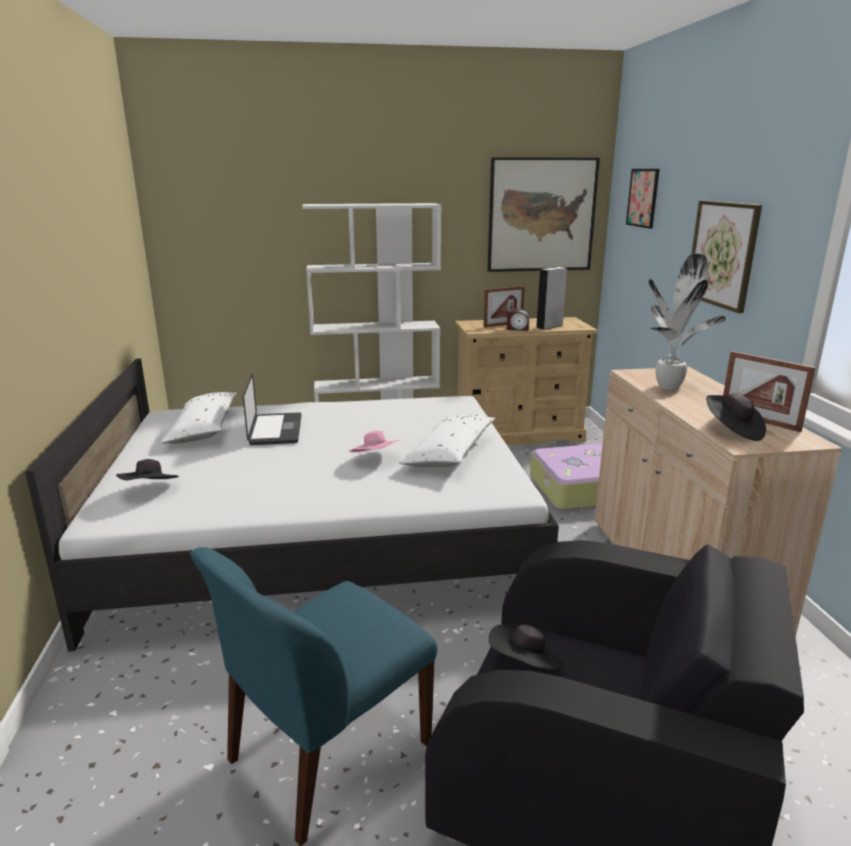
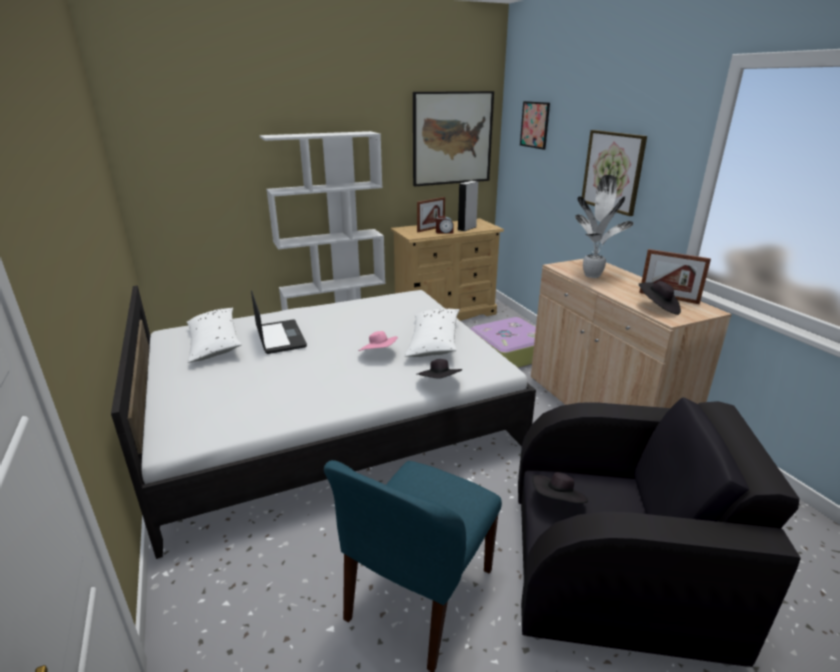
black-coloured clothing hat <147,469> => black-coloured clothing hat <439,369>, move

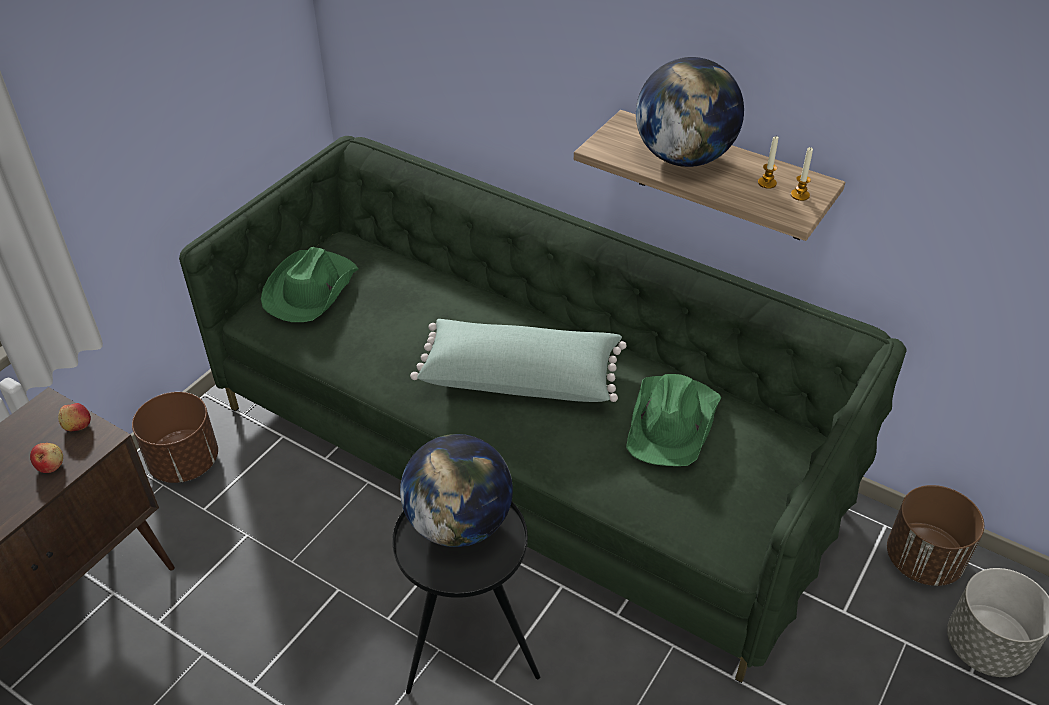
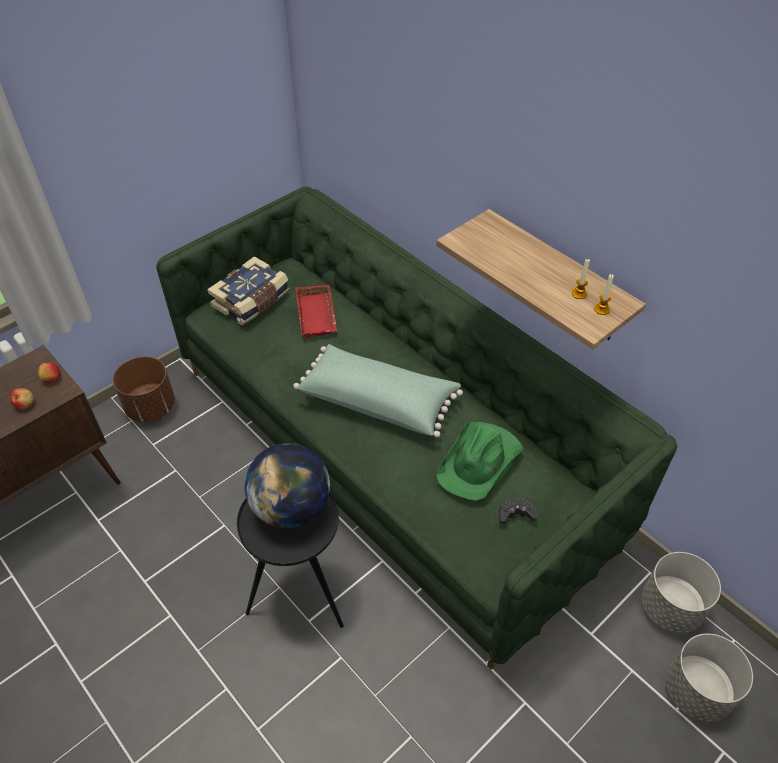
green clothing hat <310,284> => book <248,291>
desk globe <690,112> => nothing
brownish planter <935,535> => grey planter <681,592>
nothing => reddish tray <316,311>
nothing => black-coloured gamepad <518,511>

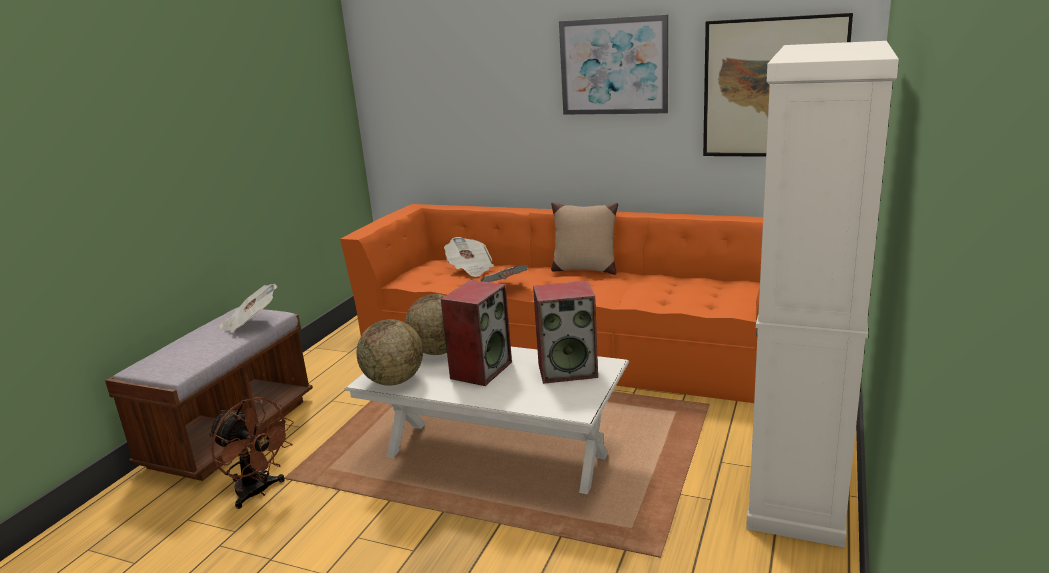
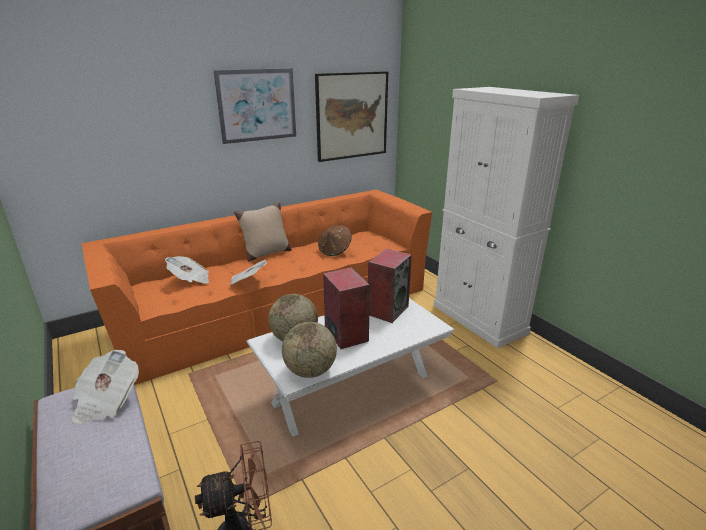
nothing => brownish clothing hat <335,240>

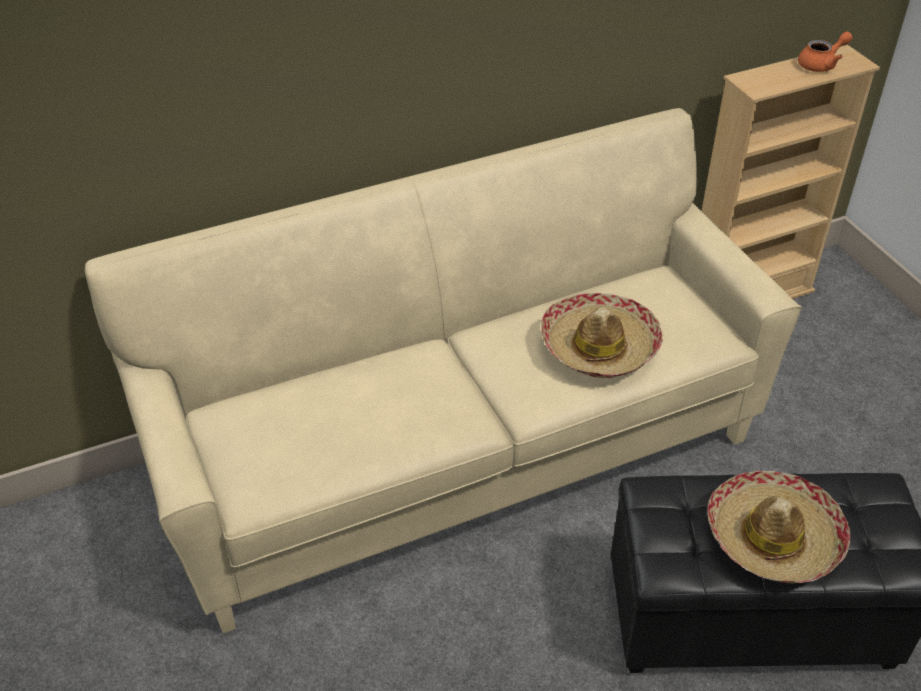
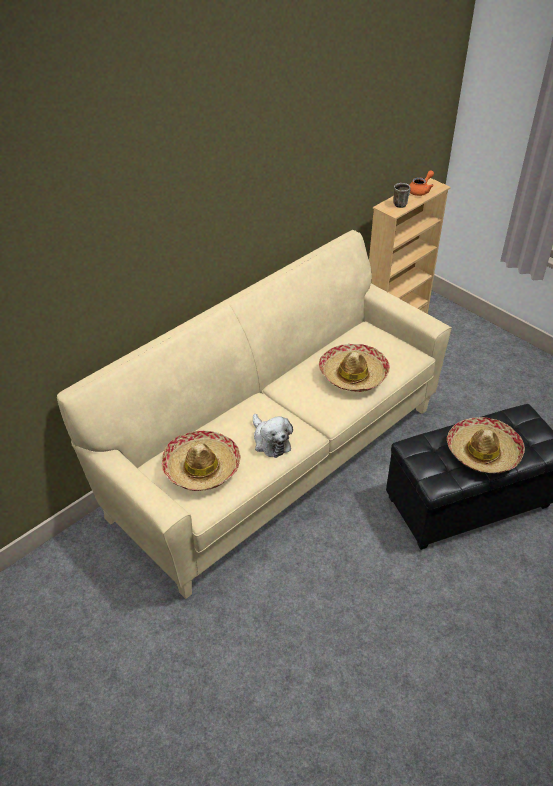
nothing => clothing hat <201,461>
nothing => plush toy <273,436>
nothing => coffee mug <402,195>

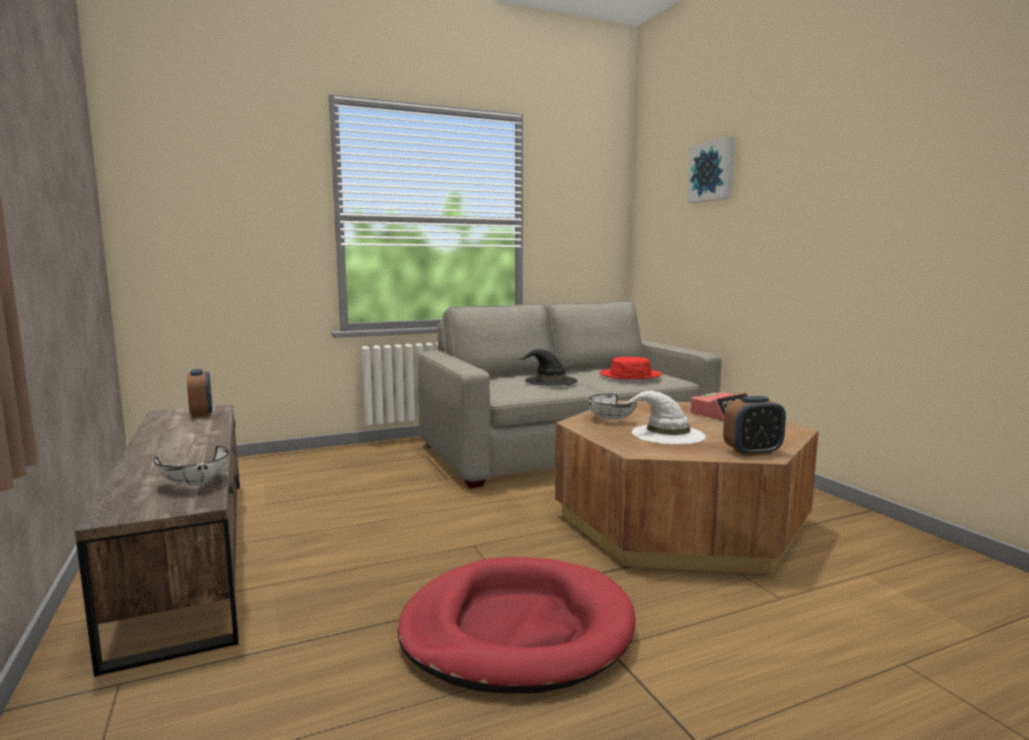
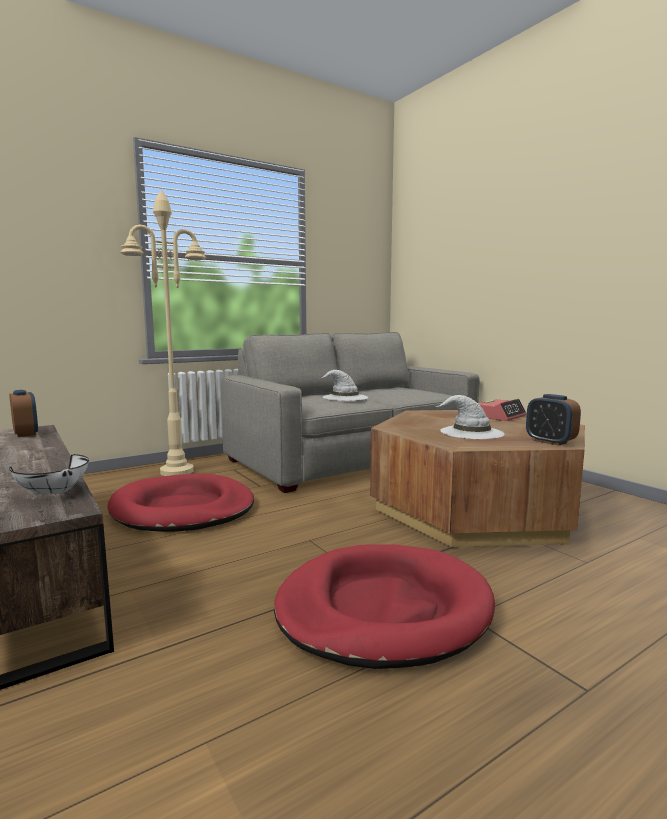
black-coloured clothing hat <548,367> => white-coloured clothing hat <343,385>
white-coloured deep dish <612,407> => nothing
reddish clothing hat <631,368> => nothing
picture <711,169> => nothing
table clock <754,426> => table clock <553,420>, 75 degrees clockwise
nothing => reddish dog bed <180,503>
nothing => sand-coloured floor lamp <163,333>

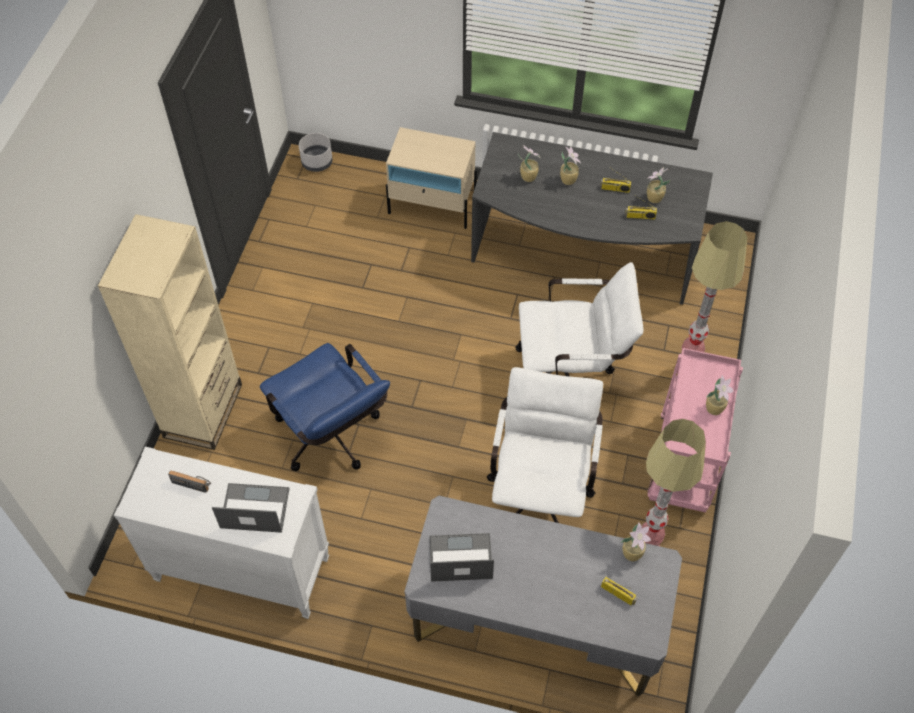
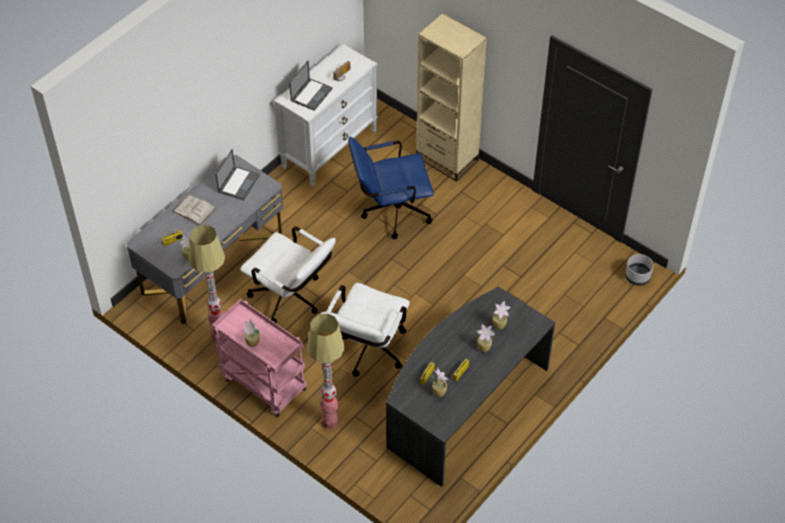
sand-coloured night table <431,178> => nothing
nothing => white-coloured book <194,210>

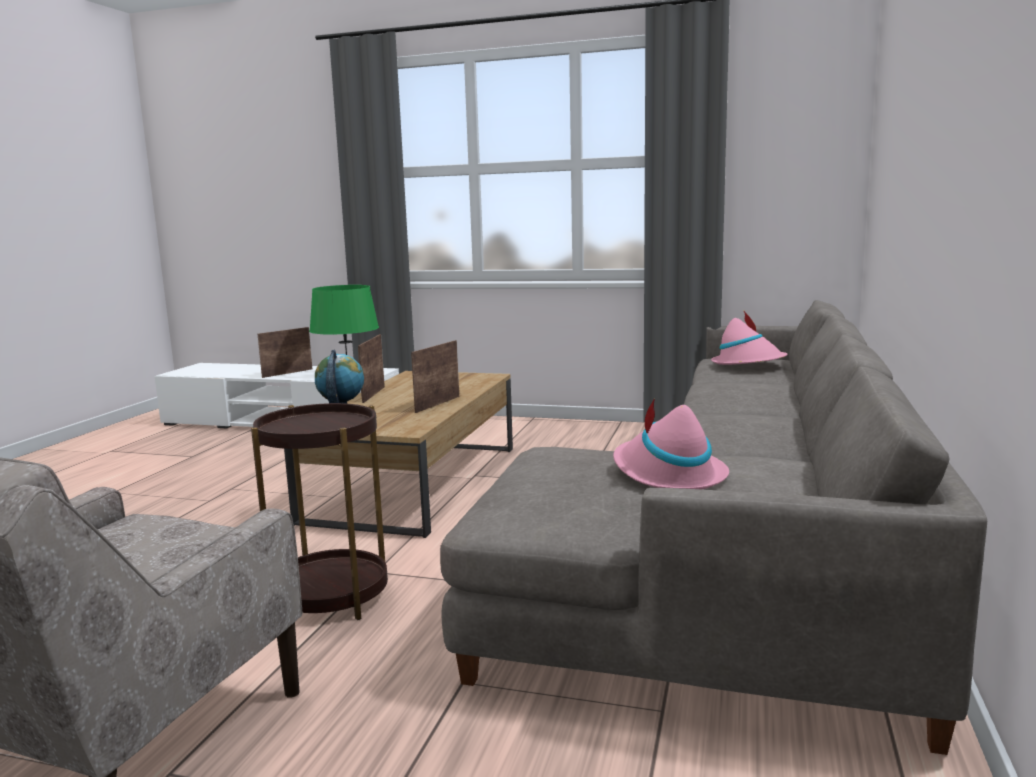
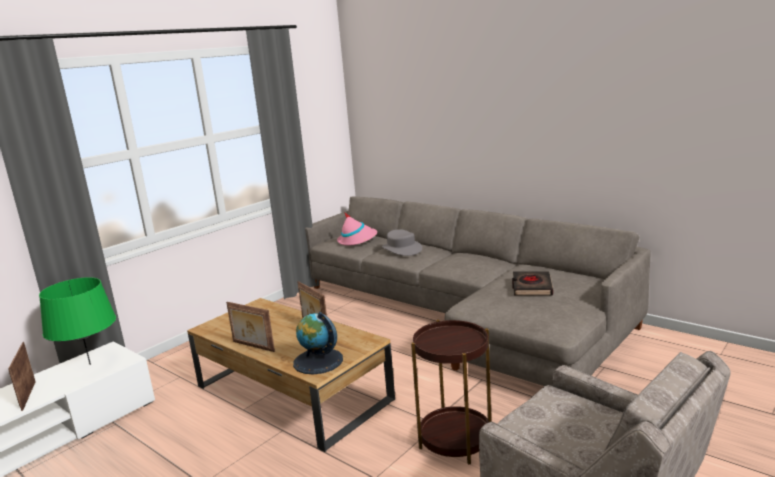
pinkish clothing hat <671,443> => black-coloured book <532,283>
nothing => grey clothing hat <402,242>

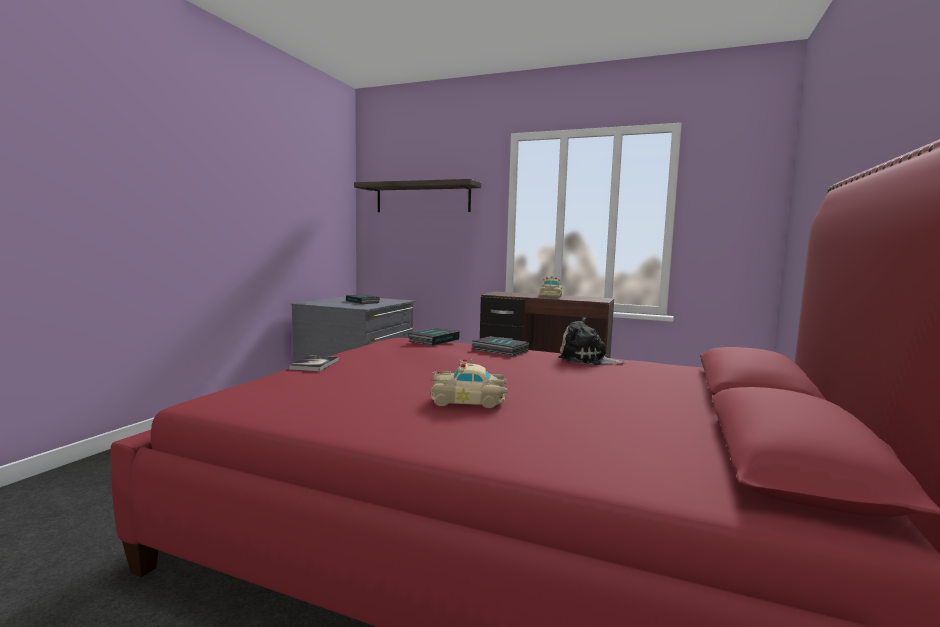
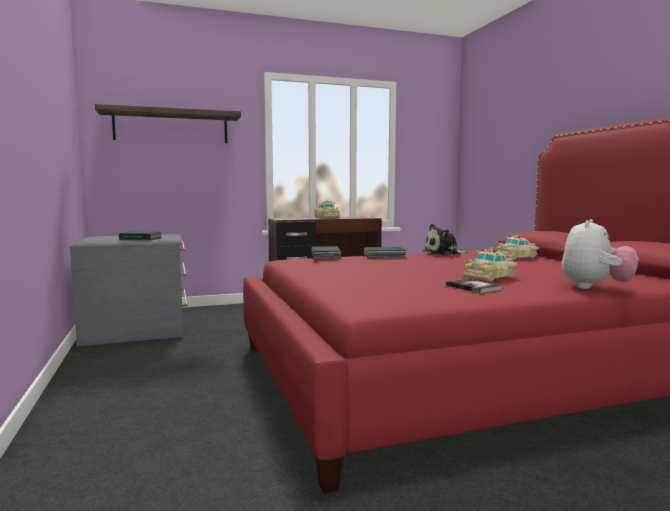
book <313,363> => book <474,286>, move
nothing => sand-coloured model car <517,247>
nothing => plush toy <600,254>

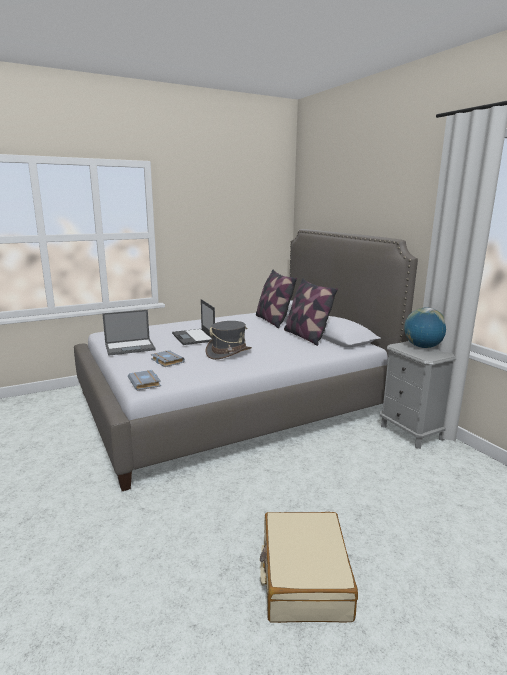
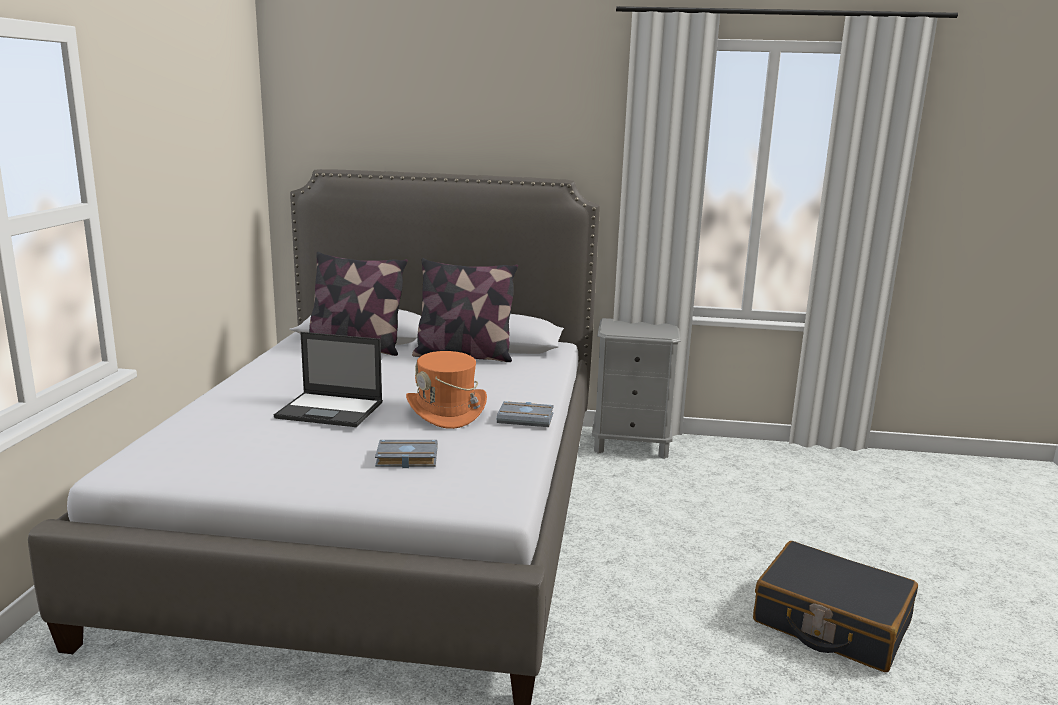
portable computer <128,333> => nothing
grey book <144,380> => grey book <525,414>, move
grey clothing hat <229,340> => orangey clothing hat <446,390>
sand-coloured suitcase <309,567> => black-coloured suitcase <835,606>
desk globe <425,327> => nothing

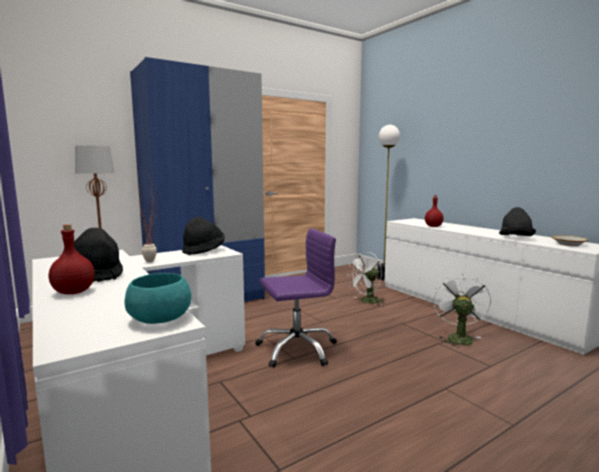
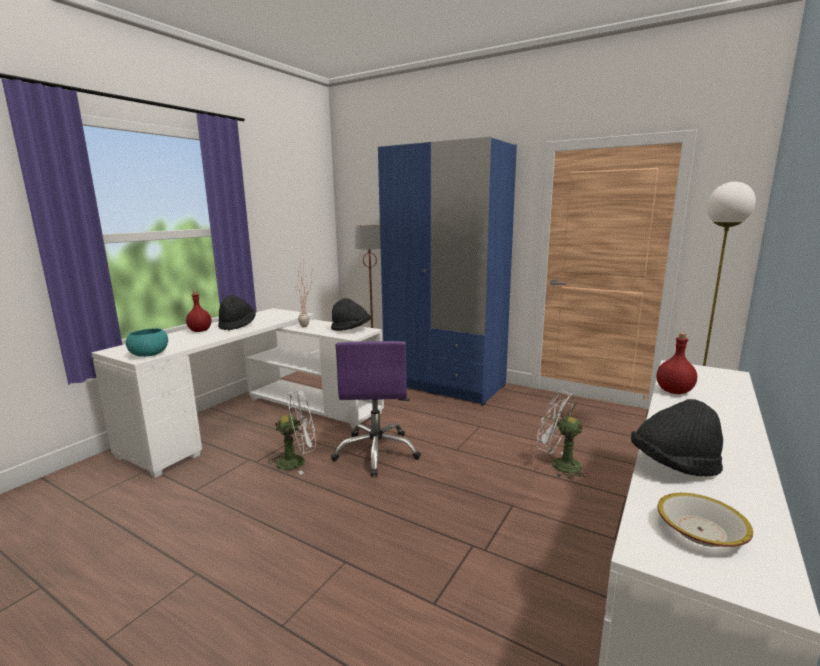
purple desk chair <296,298> => purple desk chair <376,409>, 45 degrees clockwise
white-coloured cooling fan <462,311> => white-coloured cooling fan <292,432>, move

